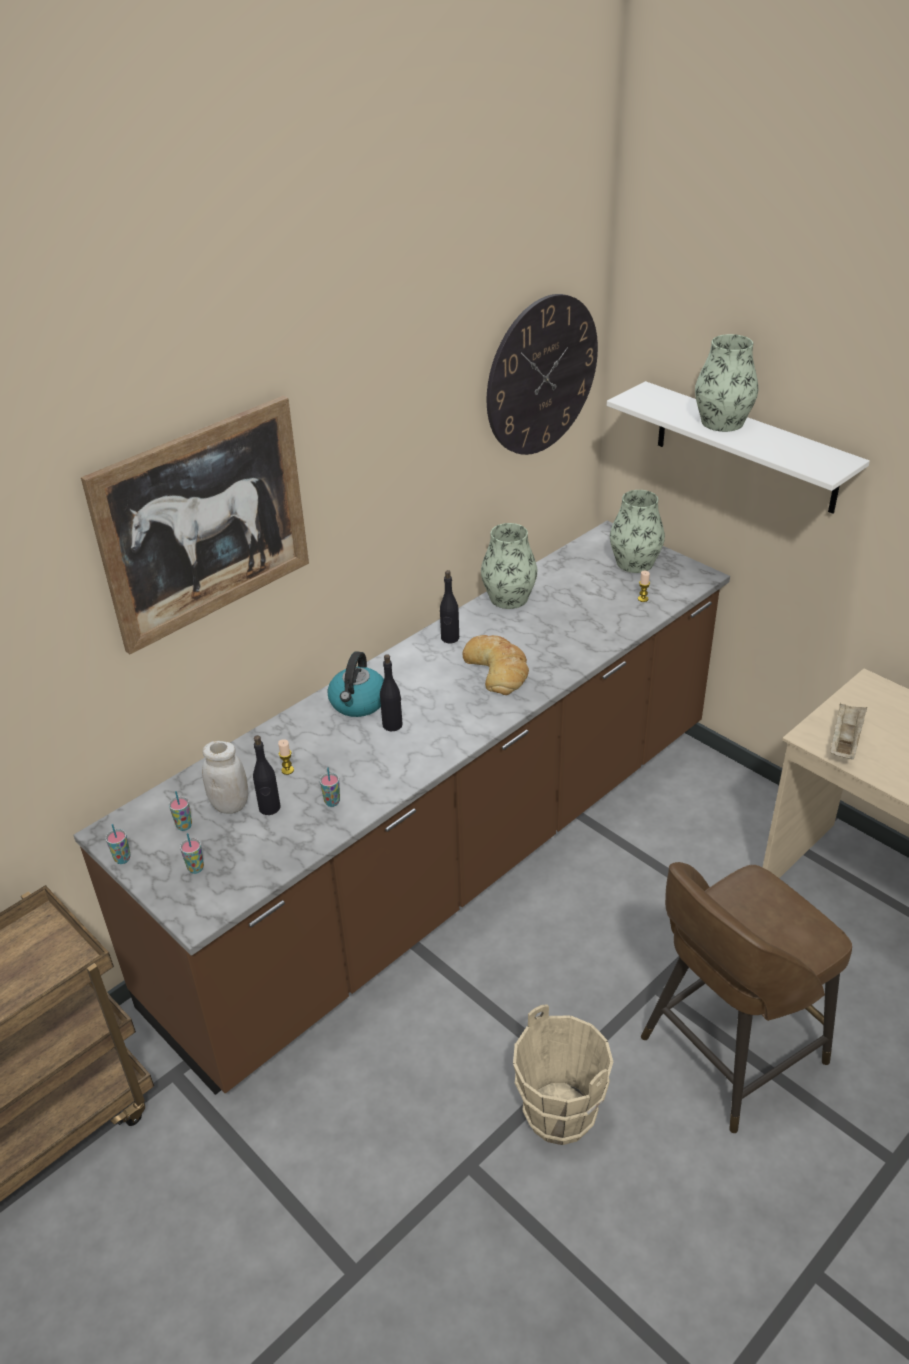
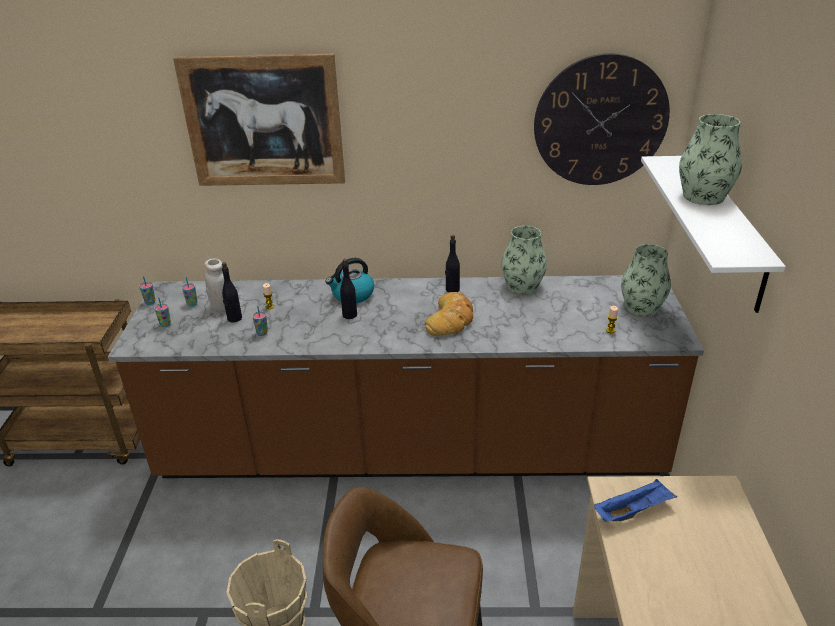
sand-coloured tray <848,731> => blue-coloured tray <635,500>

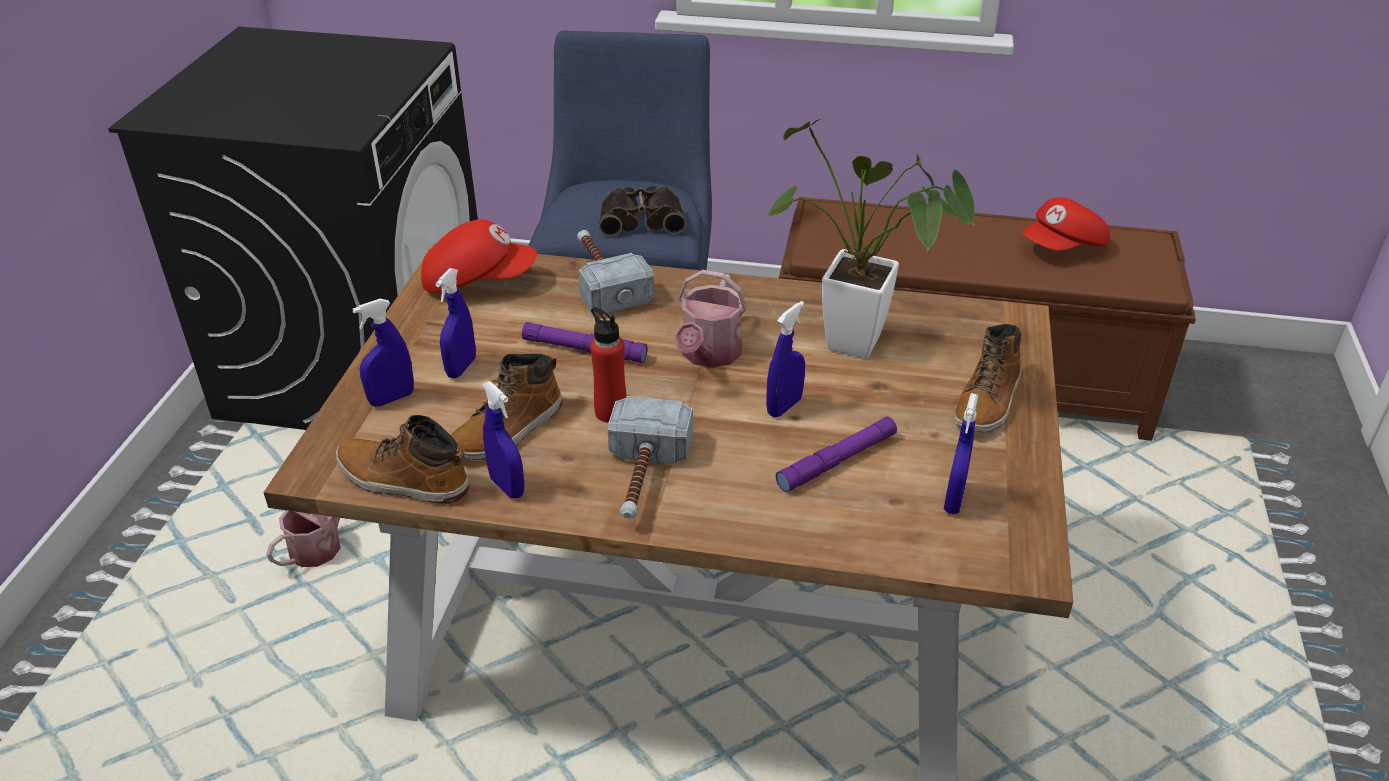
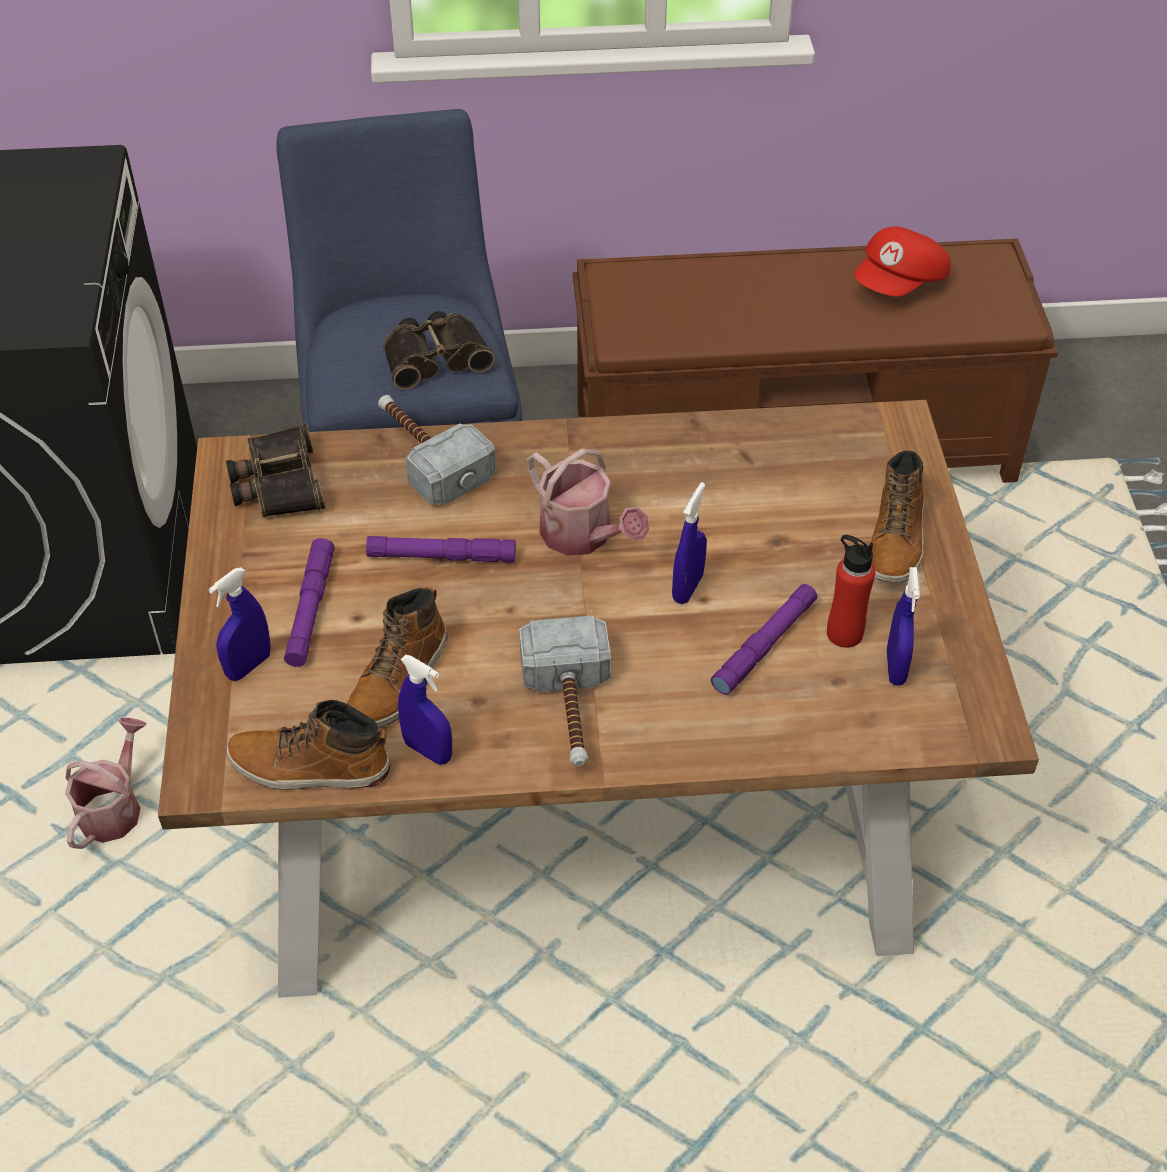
reddish baseball cap <479,256> => pair of binoculars <275,470>
blue-coloured hand sprayer <455,323> => purple flashlight <309,602>
reddish drink bottle <608,365> => reddish drink bottle <851,591>, move
watering can <710,319> => watering can <587,502>, 45 degrees counterclockwise
houseplant <870,238> => nothing

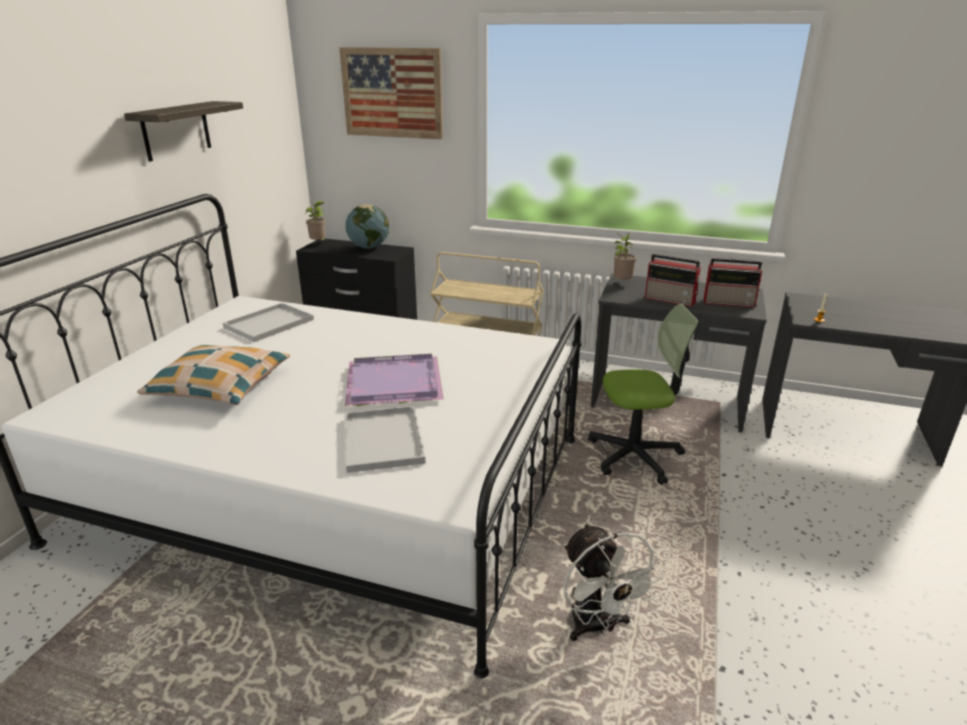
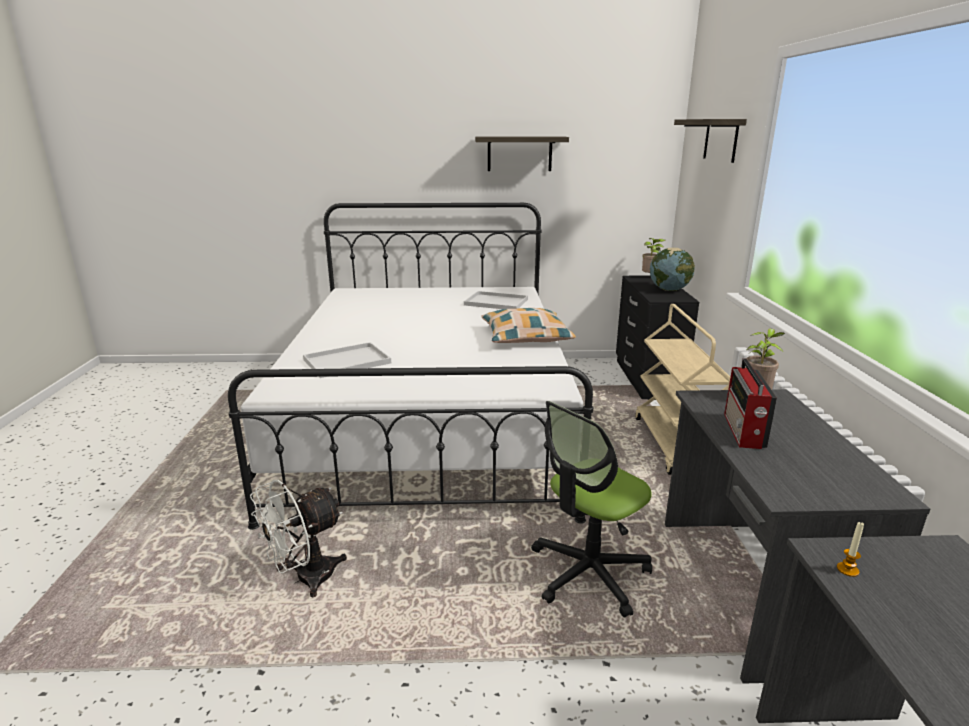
cushion <213,375> => cushion <528,325>, move
picture <391,93> => bracket shelf <710,141>
purple tray <394,380> => nothing
desk chair <643,394> => desk chair <591,509>, 75 degrees clockwise
radio set <733,283> => nothing

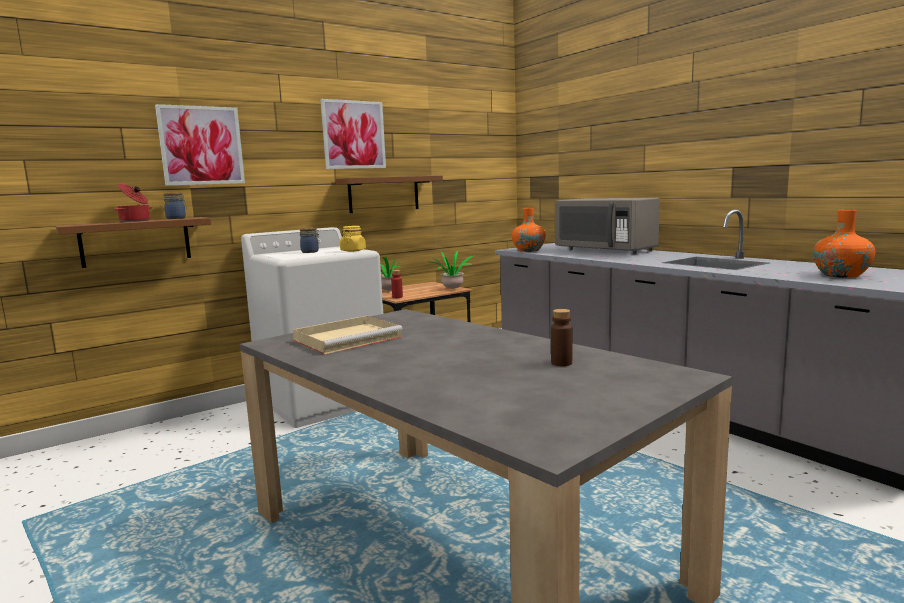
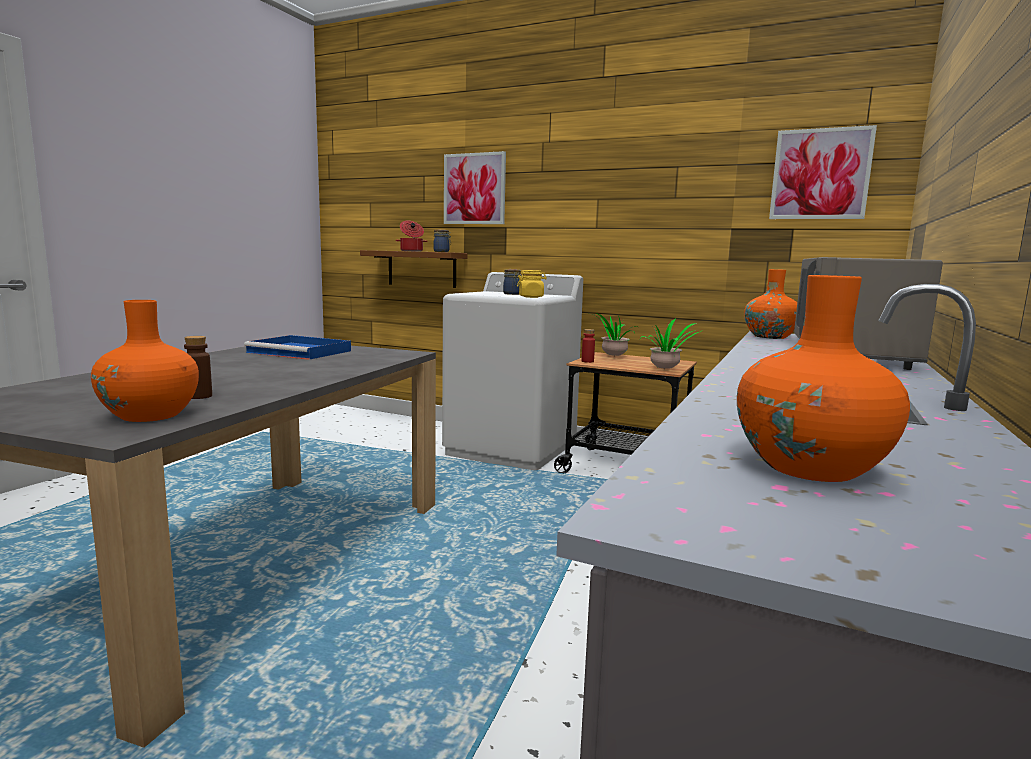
sand-coloured tray <348,335> => blue-coloured tray <297,347>
picture <353,134> => picture <823,172>, move
brownish bracket shelf <389,194> => nothing
nothing => orangey decorative vase <145,361>

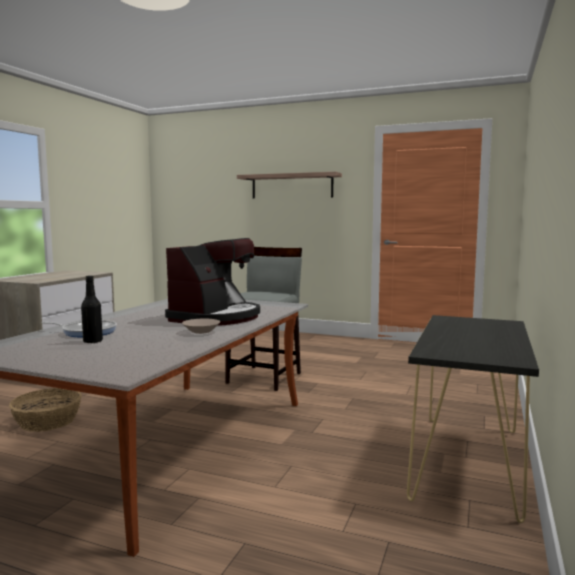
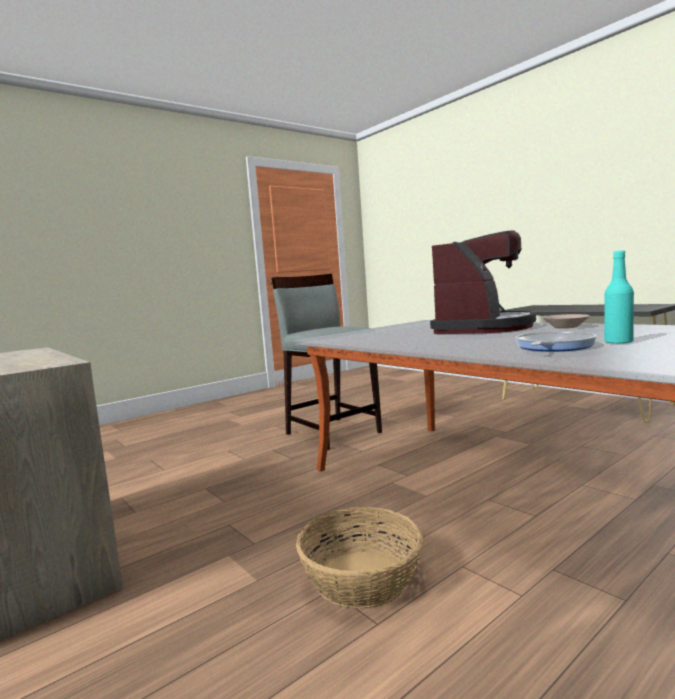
black-coloured drink bottle <92,309> => turquoise drink bottle <619,297>
coffee machine <212,282> => coffee machine <483,282>, 60 degrees clockwise
bracket shelf <289,185> => nothing

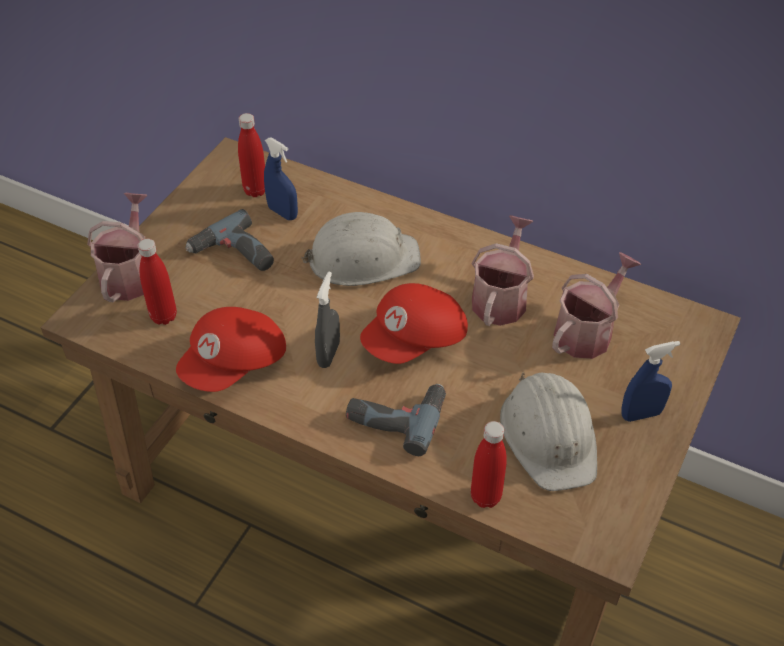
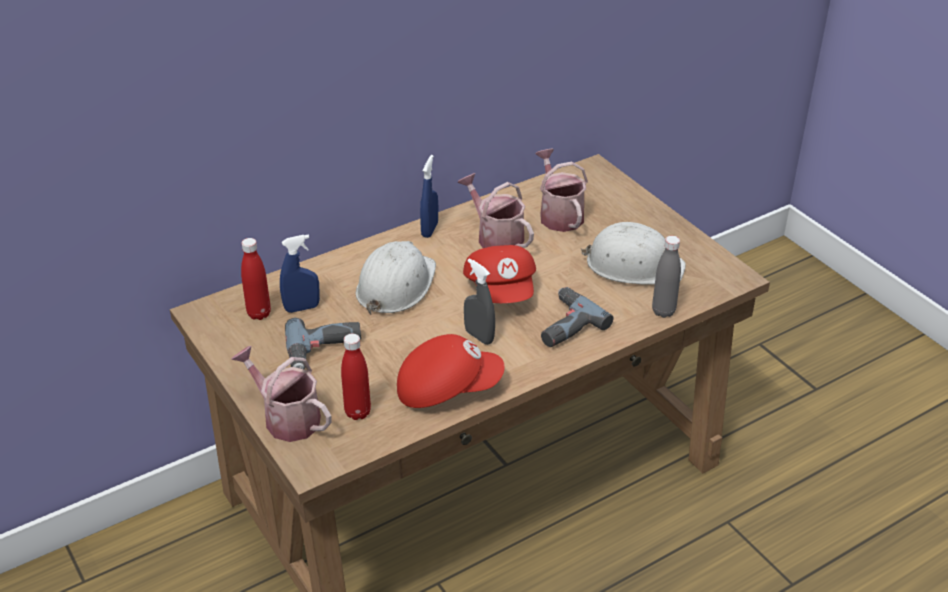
reddish baseball cap <231,349> => reddish baseball cap <451,371>, 75 degrees counterclockwise
reddish drink bottle <489,464> => grey drink bottle <666,277>
blue-coloured hand sprayer <650,381> => blue-coloured hand sprayer <429,196>, move

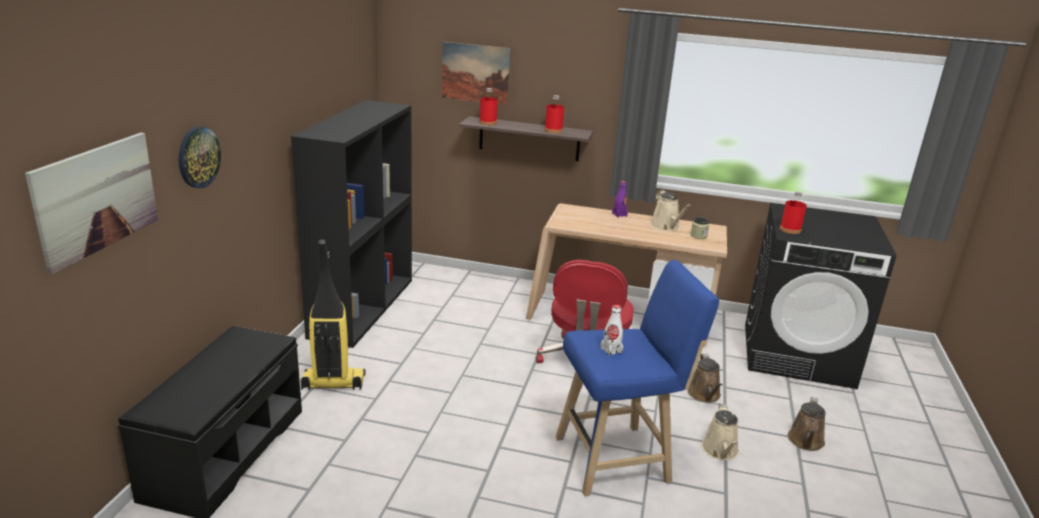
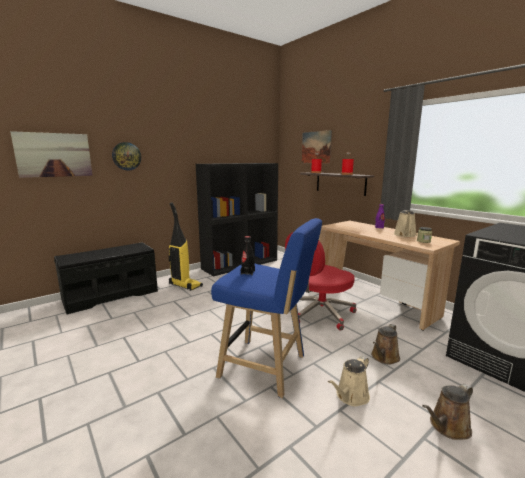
white-coloured drink bottle <611,330> => black-coloured drink bottle <248,255>
reddish drink bottle <793,212> => nothing

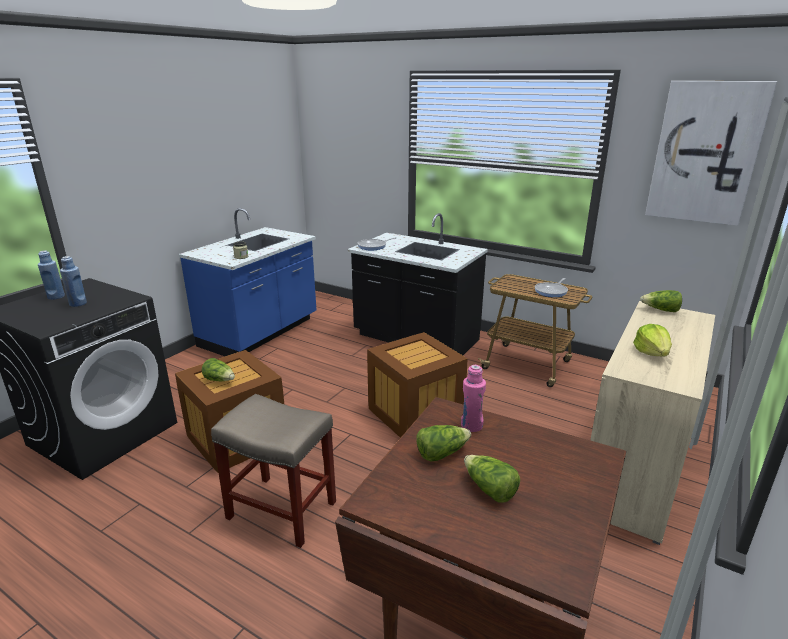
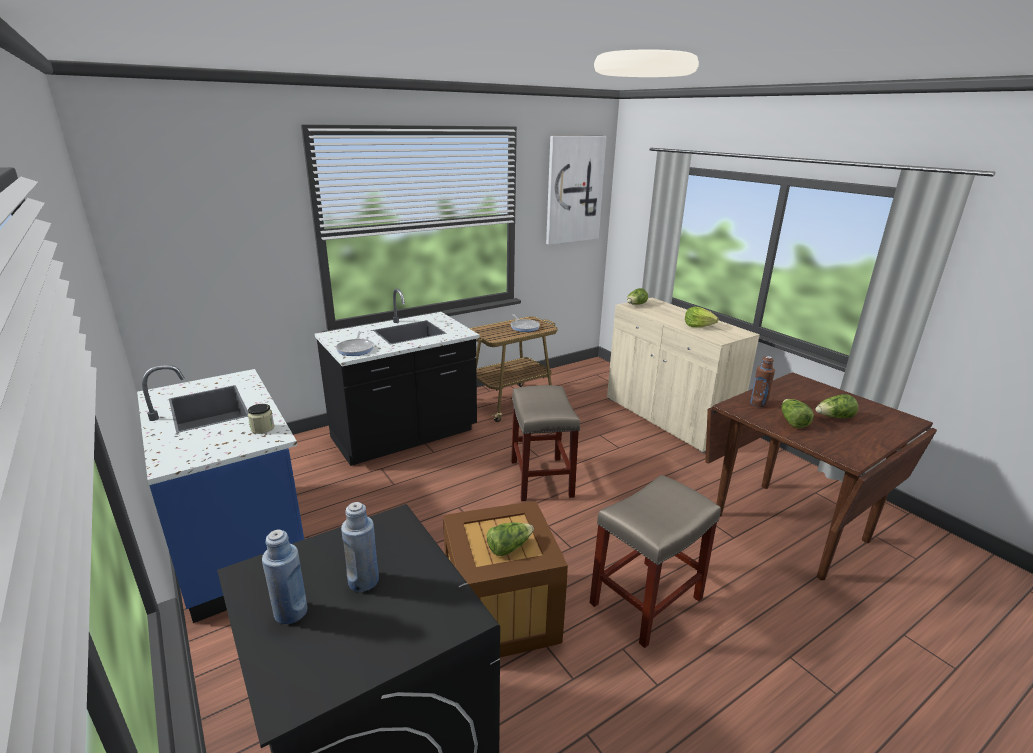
shipping crate <417,385> => sand-coloured sitting stool <545,443>
pinkish drink bottle <473,398> => brownish drink bottle <762,381>

